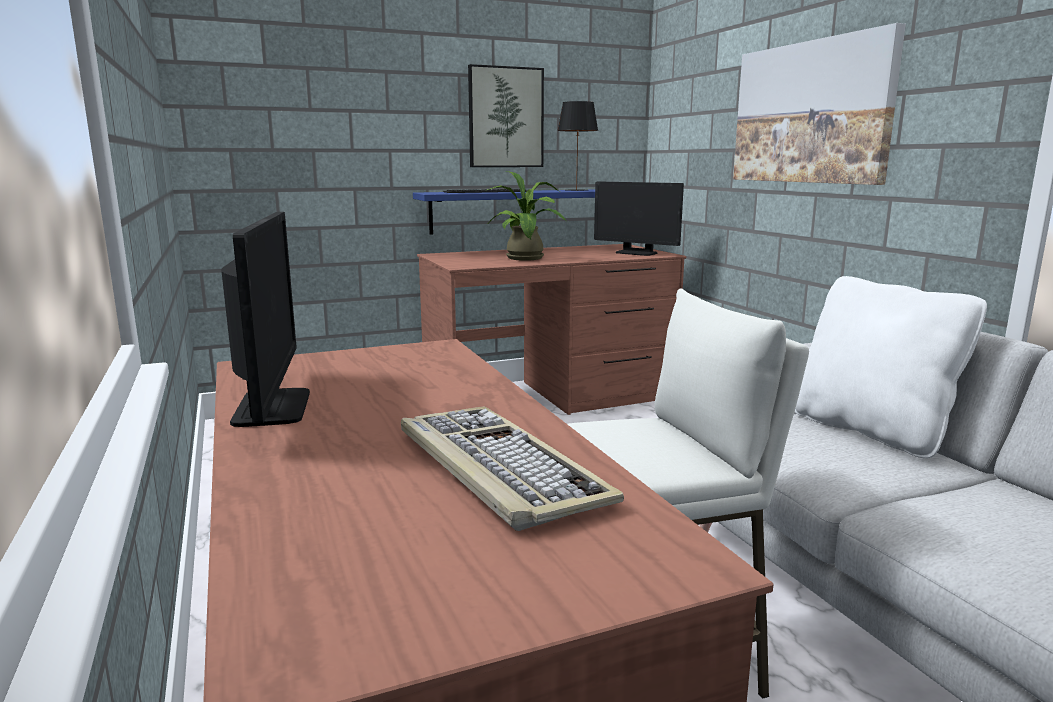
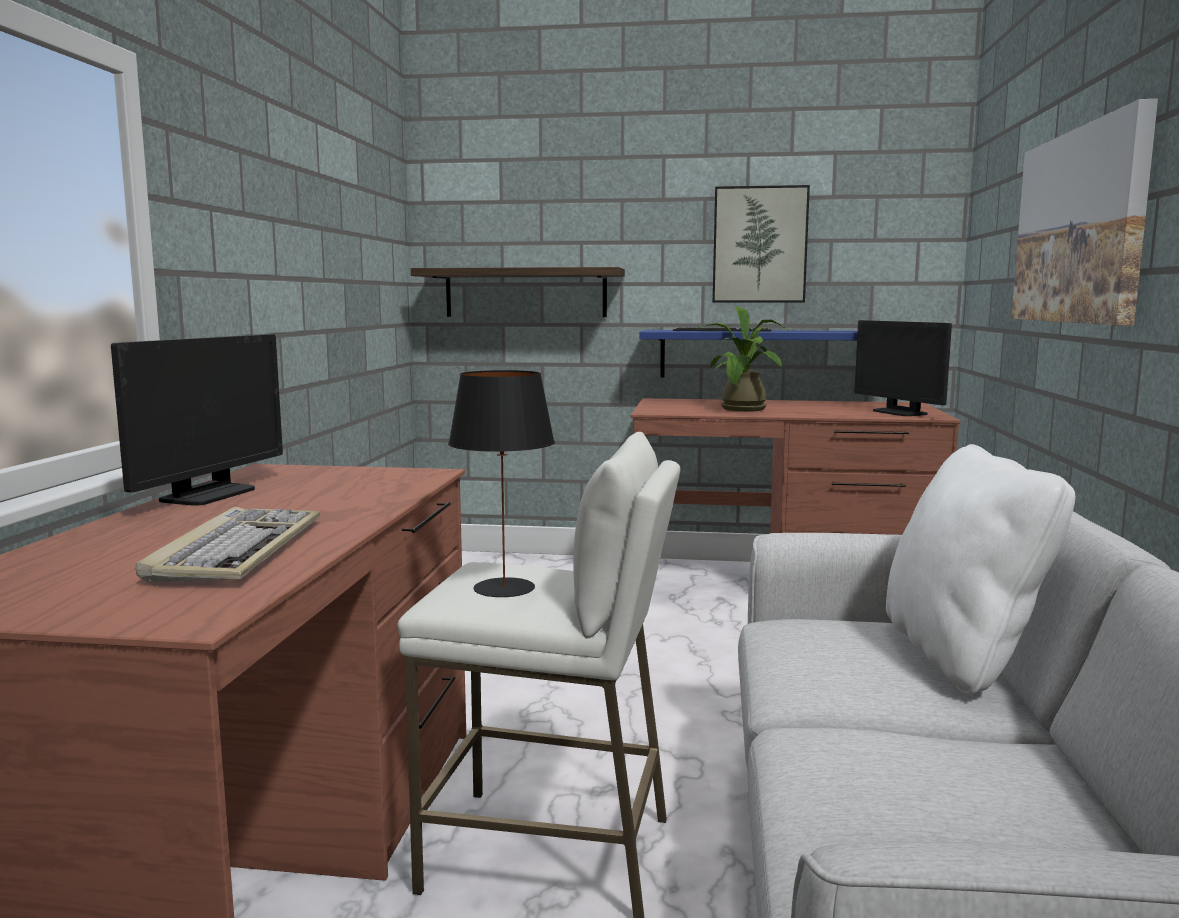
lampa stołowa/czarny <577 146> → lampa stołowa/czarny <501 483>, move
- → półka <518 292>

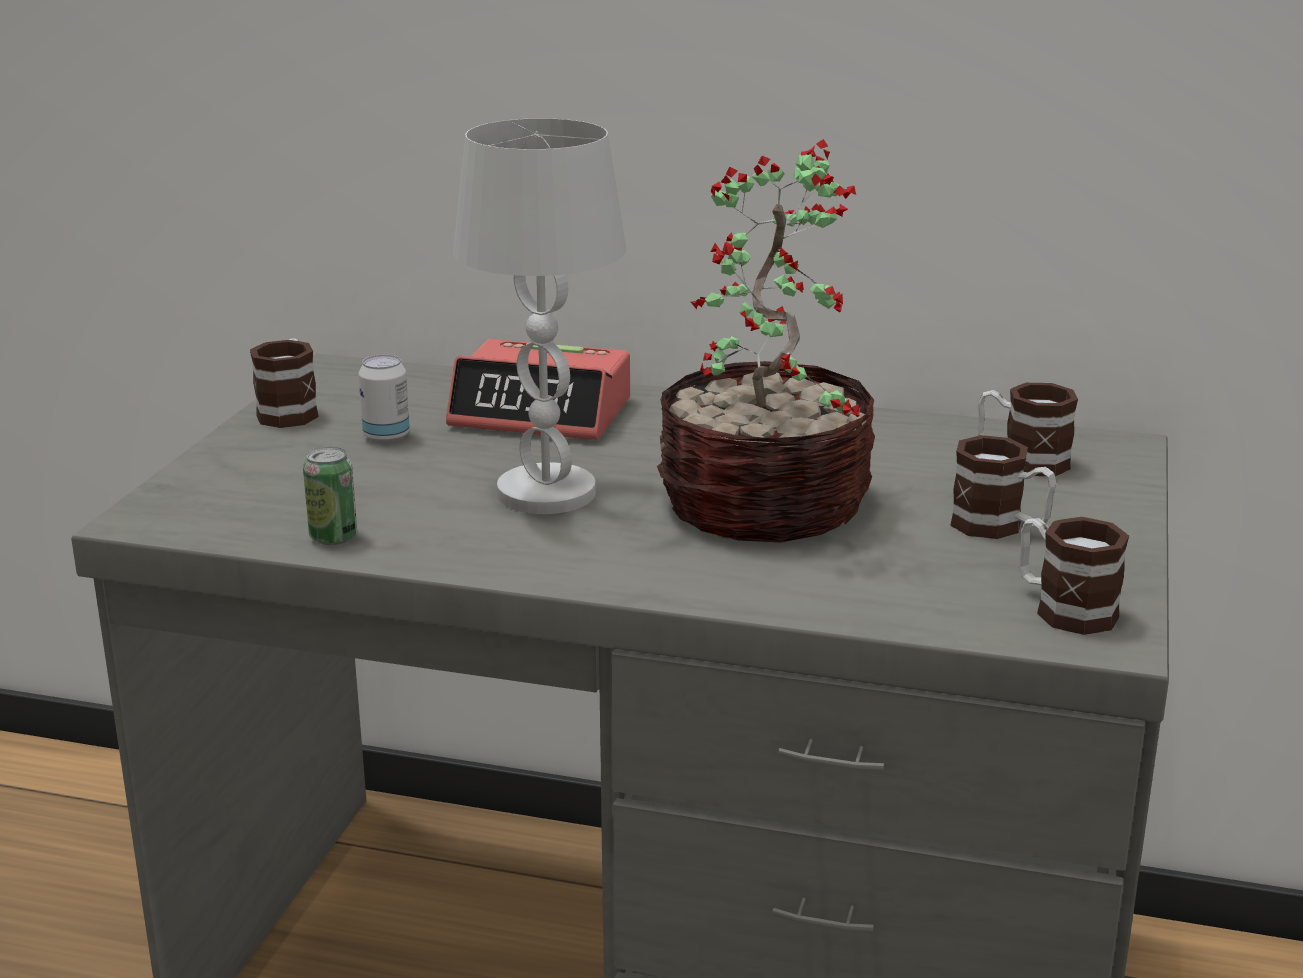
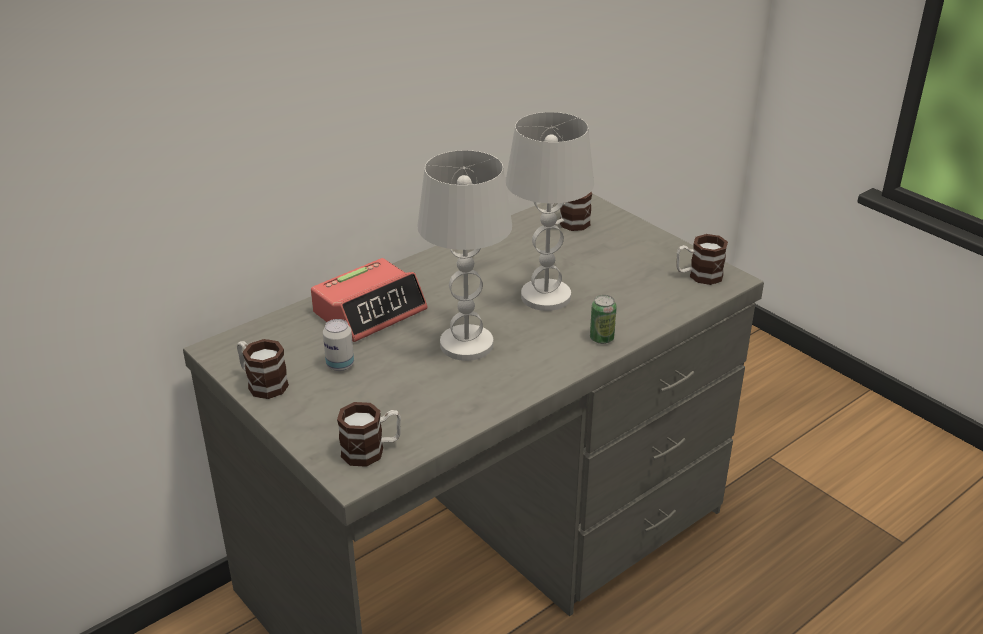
roślina doniczkowa <766 341> → lampa stołowa/biały <550 211>
kubek <1003 487> → kubek <369 434>, move
puszka <330 496> → puszka <603 319>, move

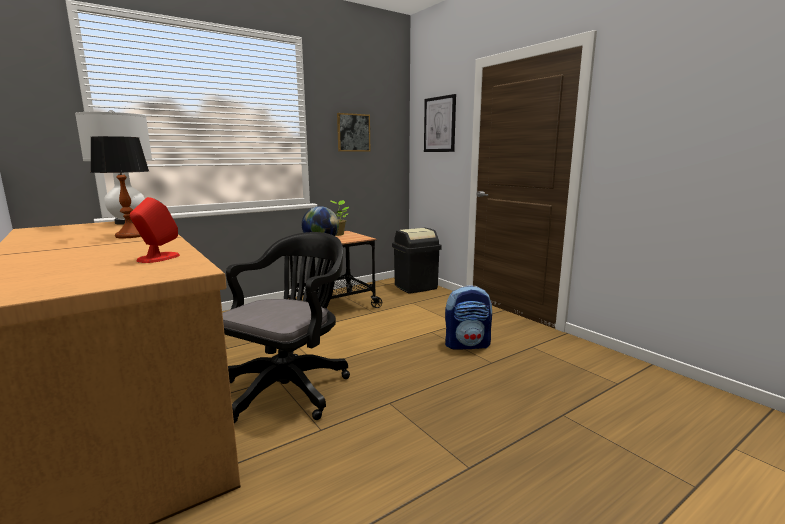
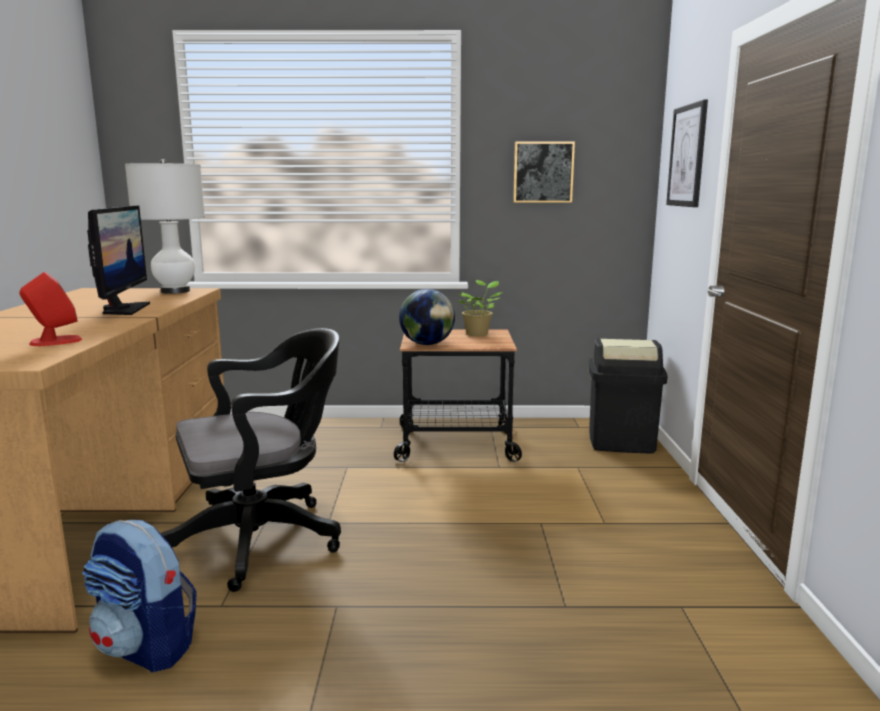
lampa stołowa <120 187> → monitor <118 260>
plecak <468 317> → plecak <139 596>, move

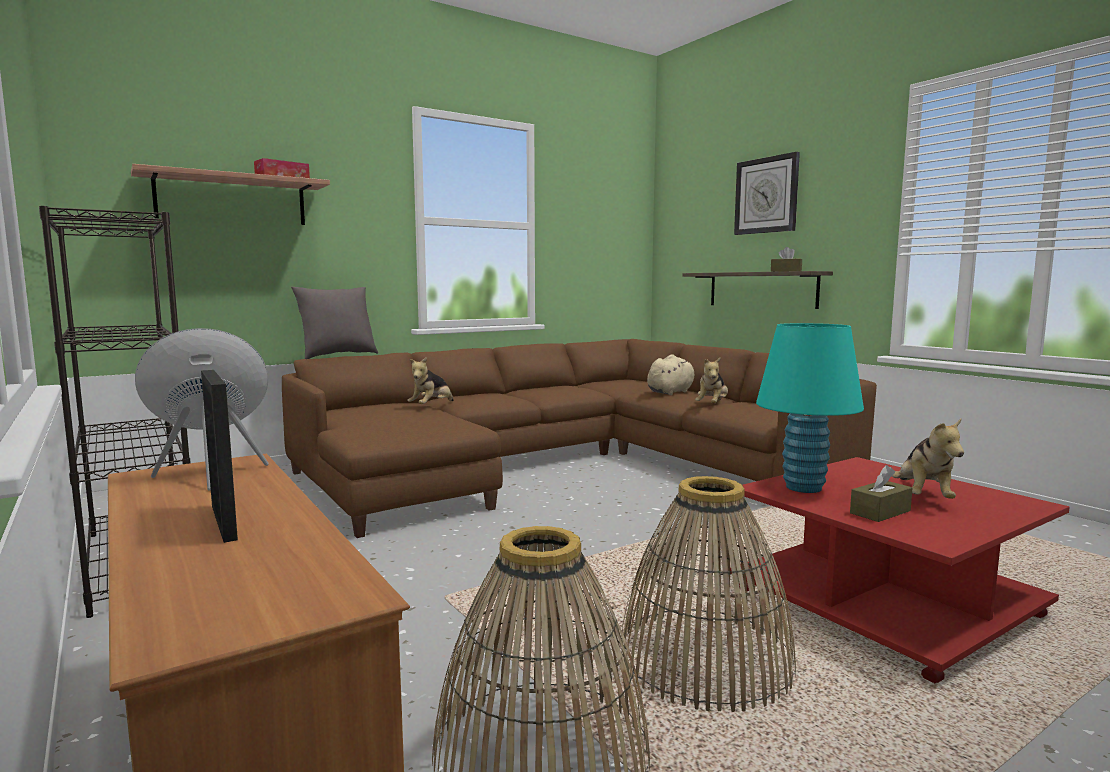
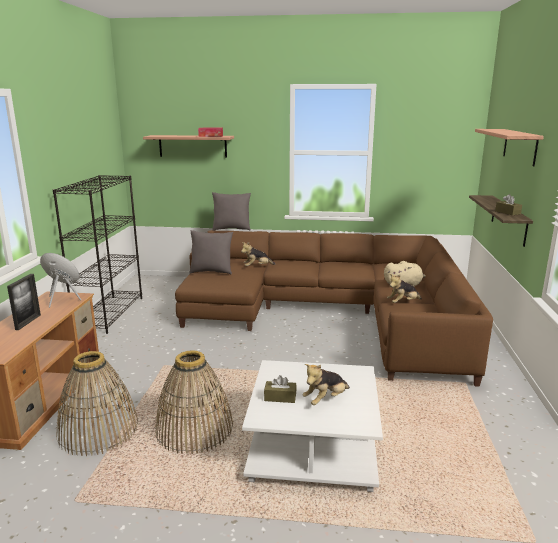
zegar ścienny <767 193> → półka <509 147>
lampa stołowa/turkusowy <810 408> → -
ława/czerwony <900 570> → ława/biały <312 426>
- → poduszka/szary <211 252>

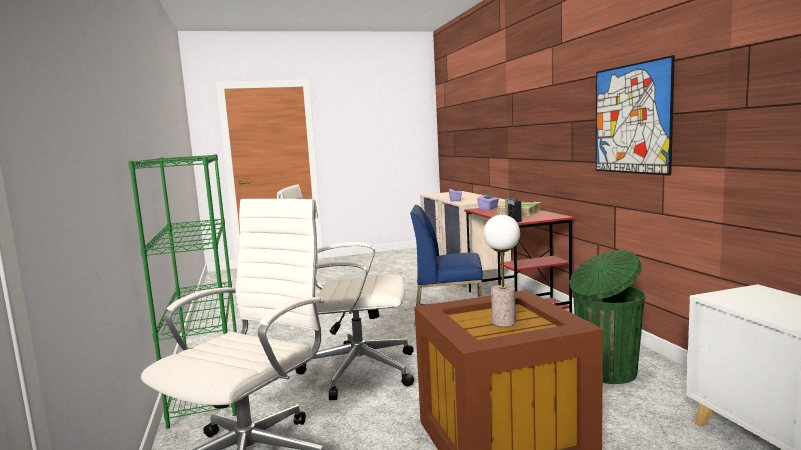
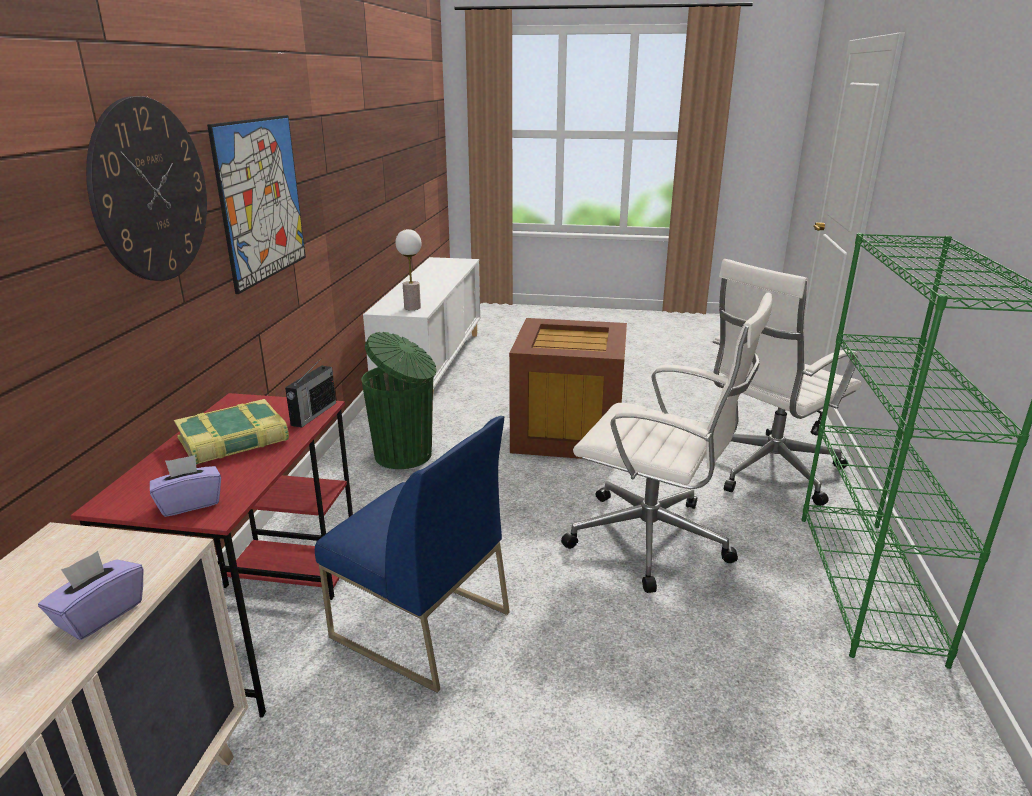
lampa stołowa <502 271> → lampa stołowa <408 269>, move
- → zegar ścienny <146 188>

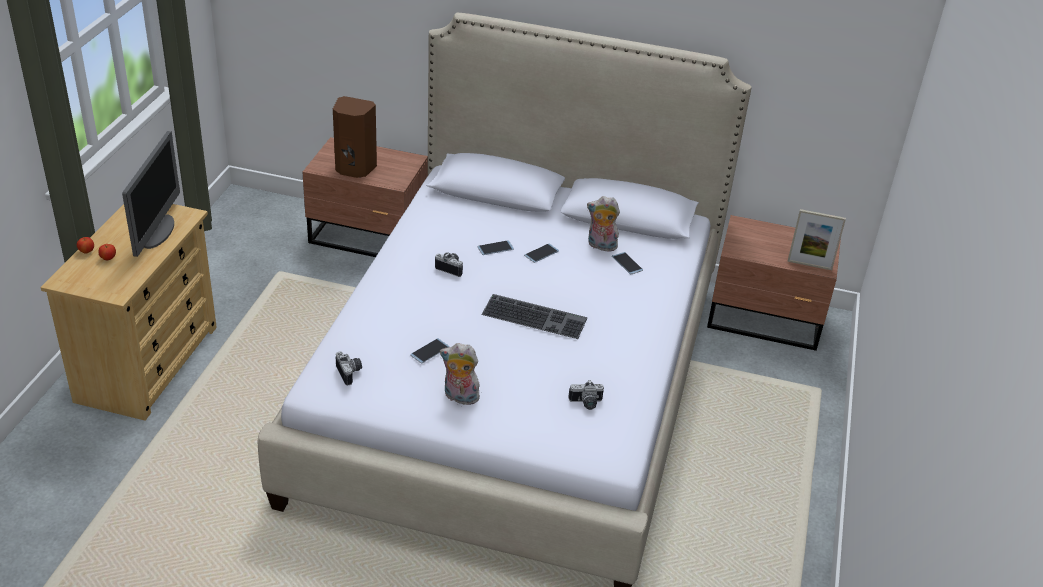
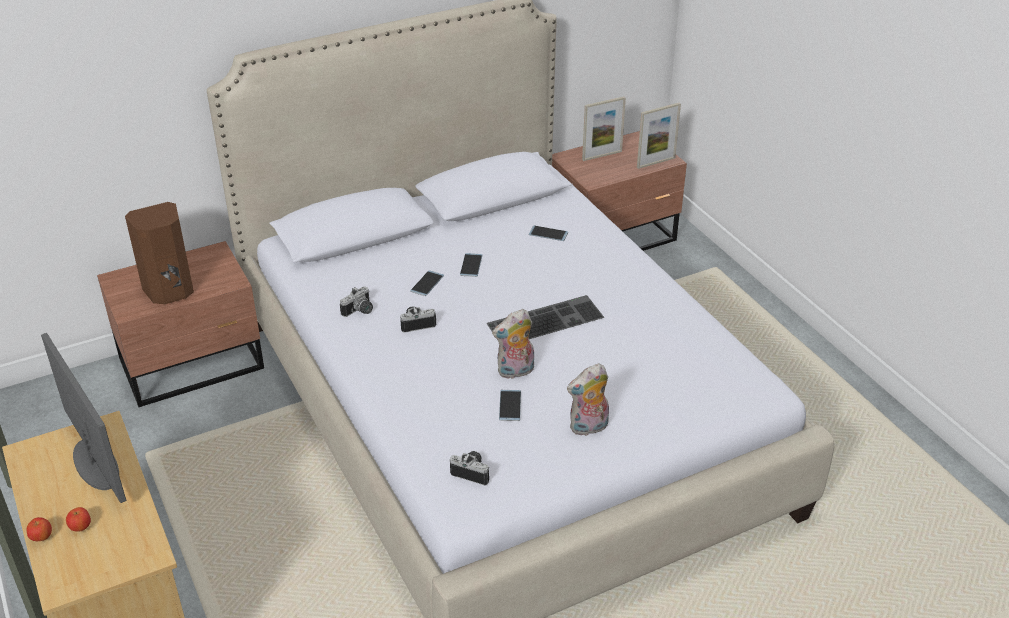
pluszak <603 223> → pluszak <513 344>, move
aparat fotograficzny <586 395> → aparat fotograficzny <356 301>, move
- → ramka na zdjęcie <604 128>

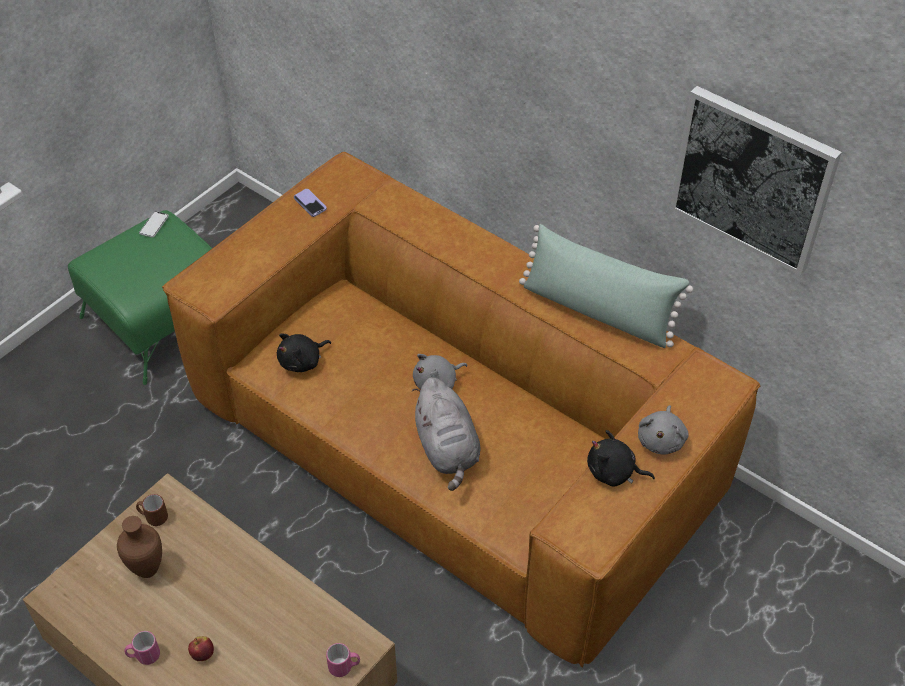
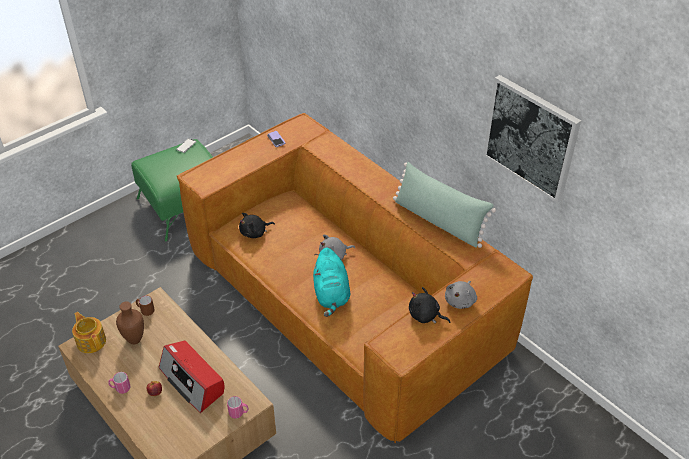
pluszak/szary <446 434> → pluszak/turkusowy <331 282>
- → imbryk <89 332>
- → radio <191 376>

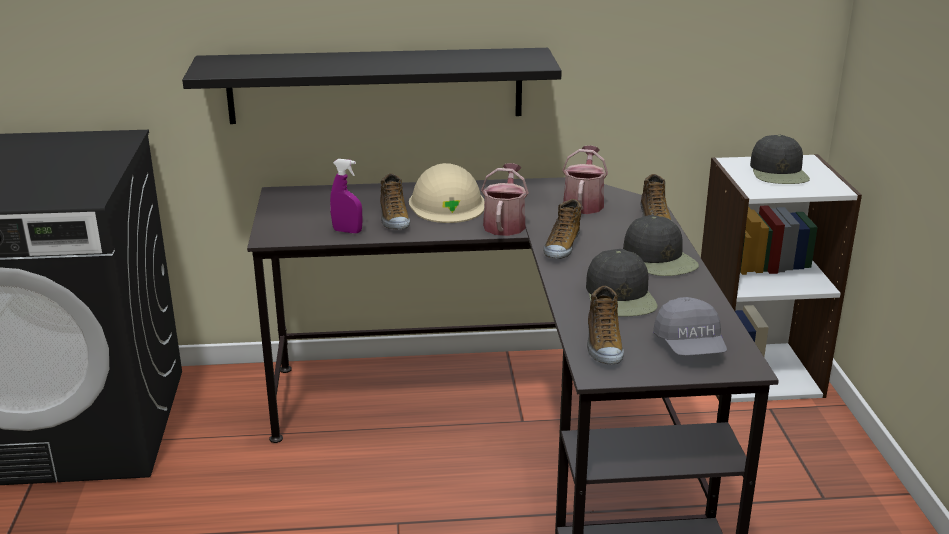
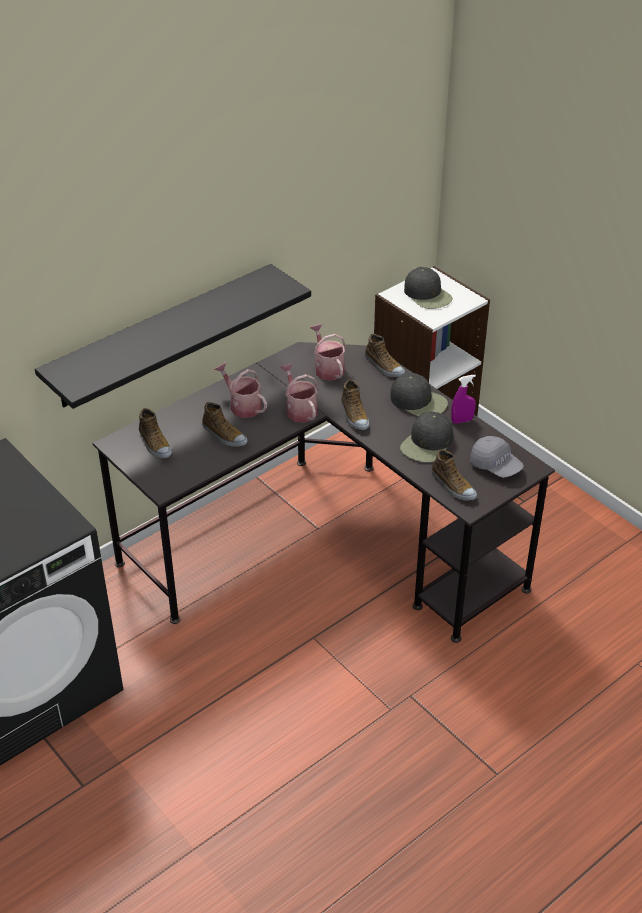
spryskiwacz/fioletowy <346 196> → spryskiwacz/fioletowy <463 399>, move
kask/beżowy <447 193> → konewka <240 390>
czapka z daszkiem/czarny <622 282> → czapka z daszkiem/czarny <426 436>, 75 degrees clockwise
- → but <155 433>

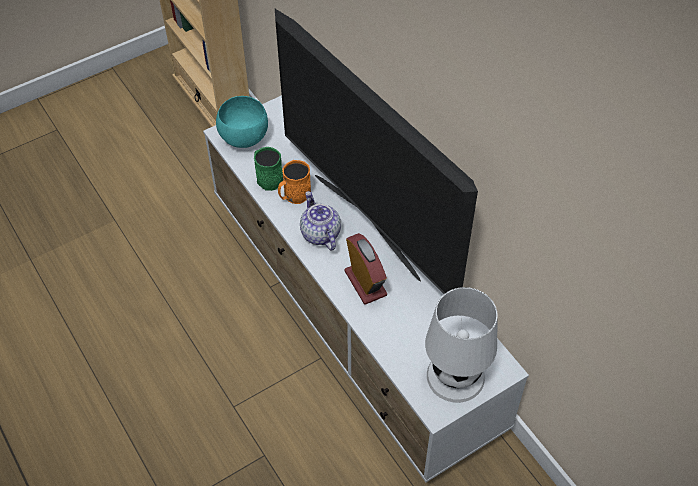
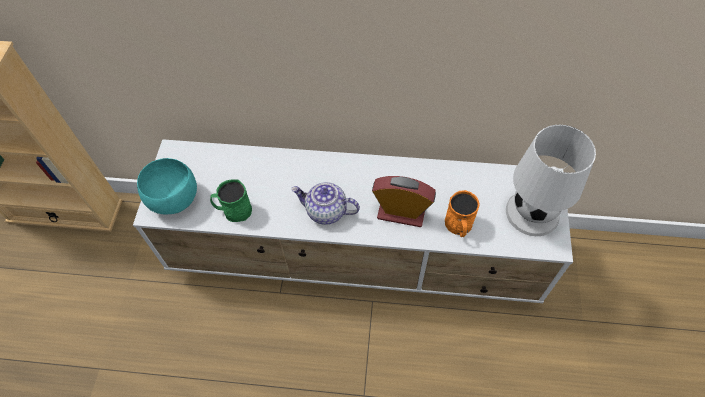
telewizor <376 151> → -
kubek/pomarańczowy <294 182> → kubek/pomarańczowy <462 213>, move

